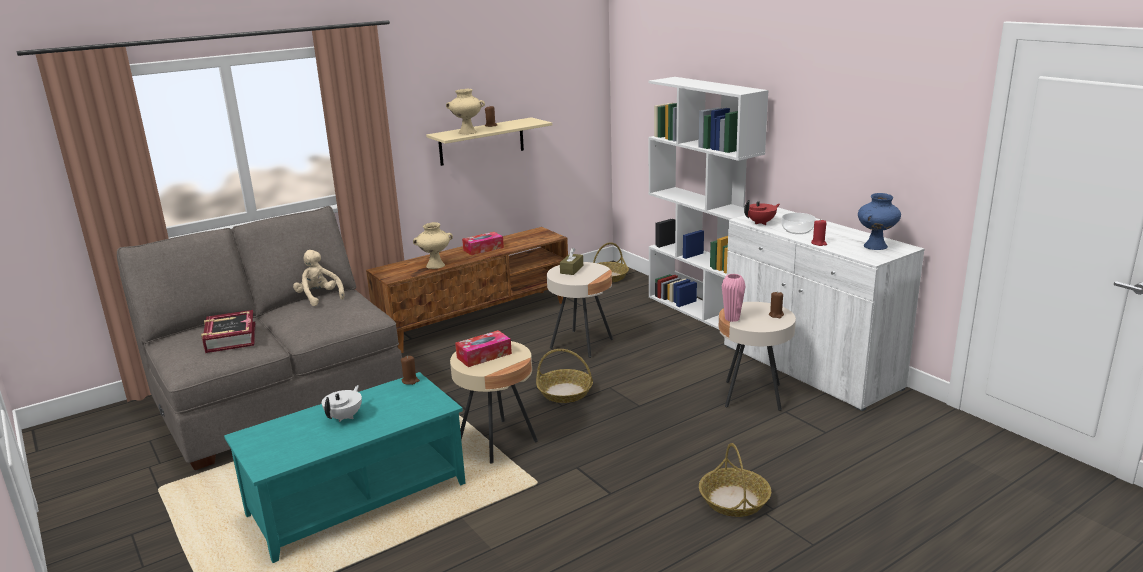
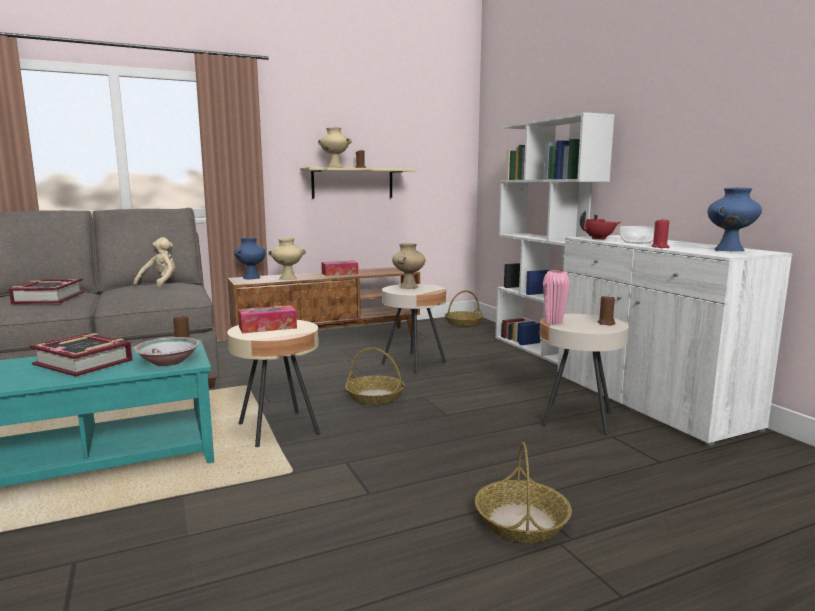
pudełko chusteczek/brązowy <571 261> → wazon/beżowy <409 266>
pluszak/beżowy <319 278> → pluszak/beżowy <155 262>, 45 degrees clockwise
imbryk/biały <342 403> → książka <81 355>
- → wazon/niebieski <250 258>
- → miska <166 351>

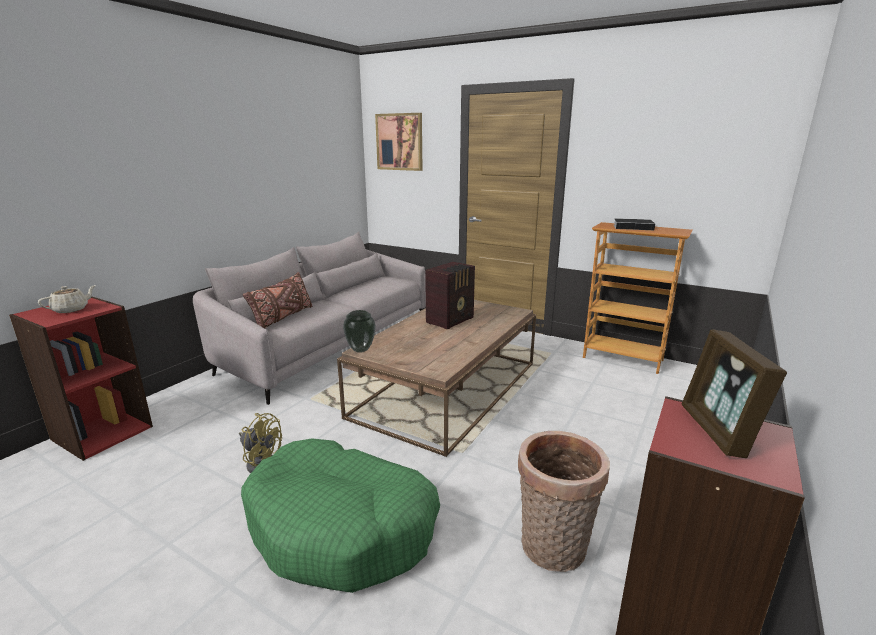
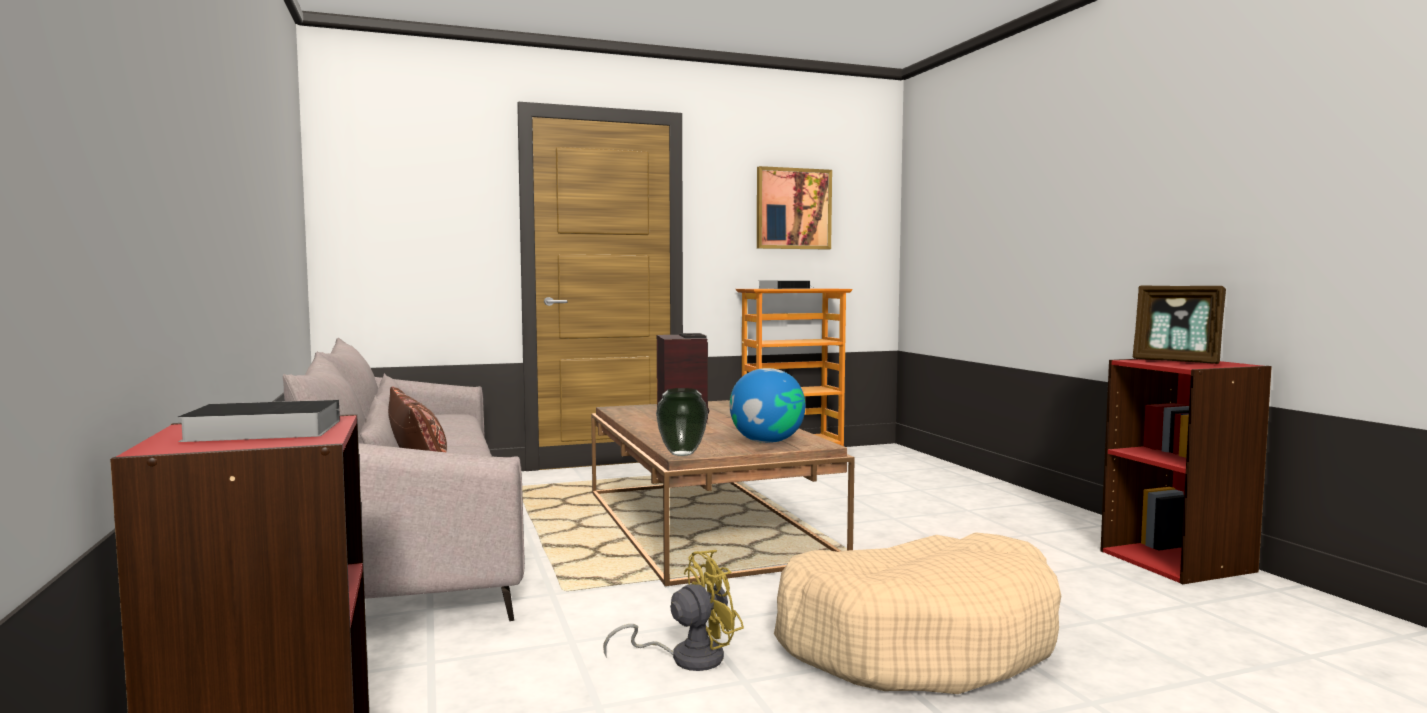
obraz <398 142> → obraz <794 207>, move
imbryk/beżowy <67 299> → książka <258 421>
koszyk <564 501> → -
legowisko/zielony <340 516> → legowisko/beżowy <917 613>
- → globus <767 405>

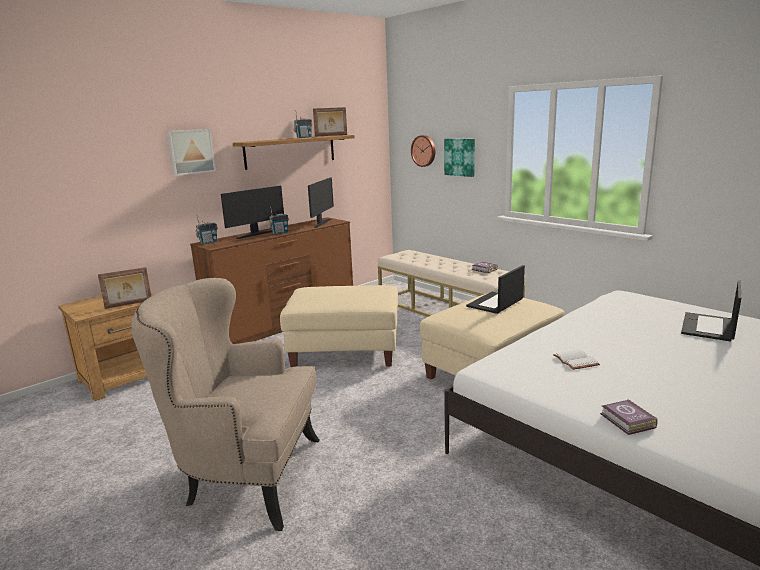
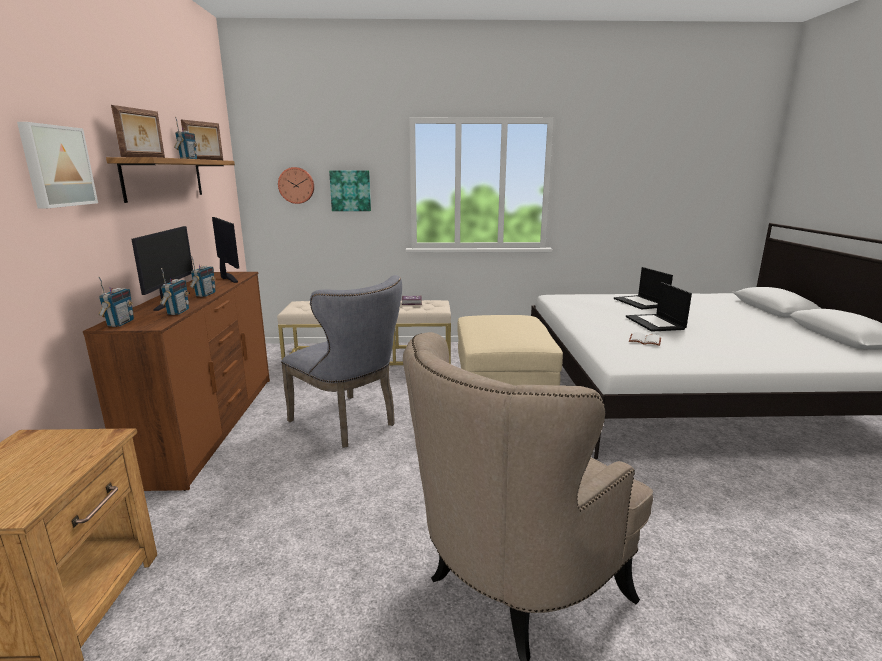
laptop <495 289> → laptop <659 307>, move
ramka na zdjęcie <124 288> → ramka na zdjęcie <138 131>, move
pufa/beżowy <339 326> → krzesło/szary <341 361>
książka <629 417> → -
- → radio <174 291>

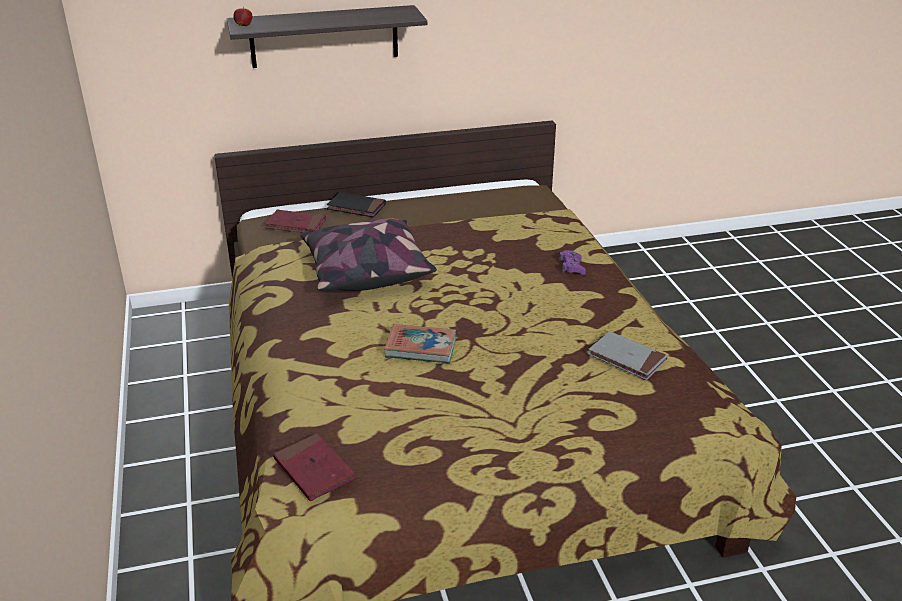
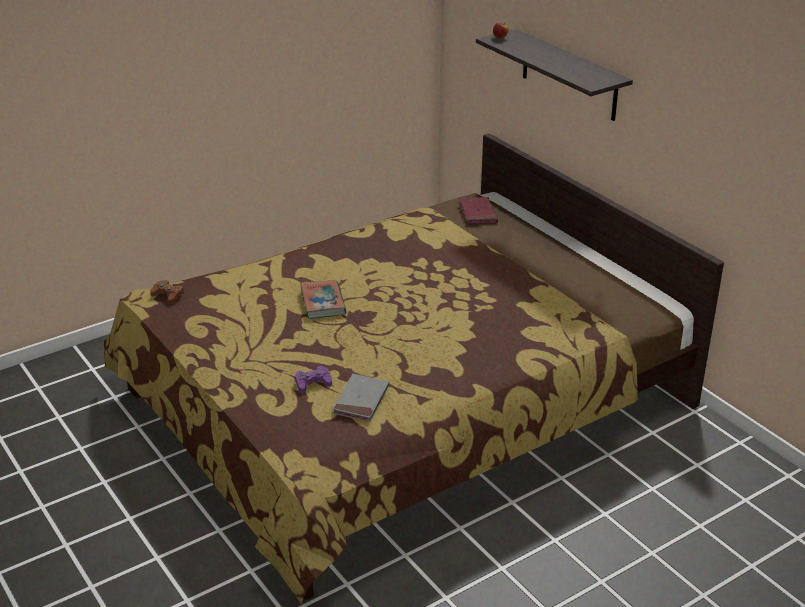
książka/czarny <356 204> → -
poduszka <368 255> → -
pad do gier/fioletowy <572 262> → pad do gier/fioletowy <313 379>, move
książka/czerwony <314 467> → pad do gier/brązowy <167 292>

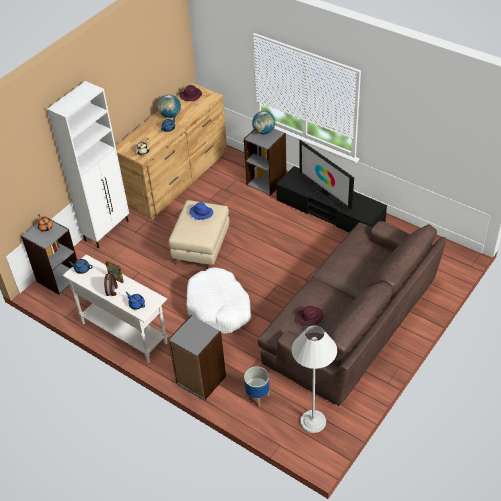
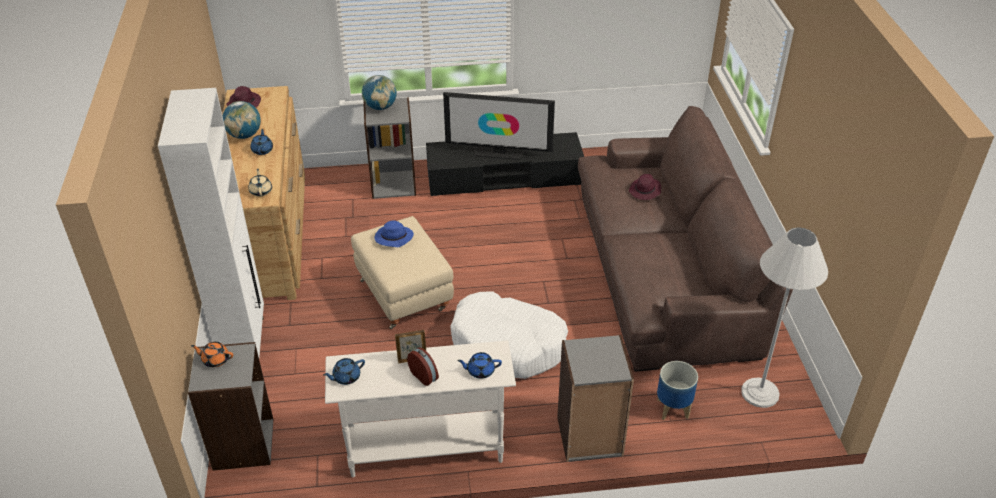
kapelusz/fioletowy <310 316> → kapelusz/fioletowy <645 187>, move

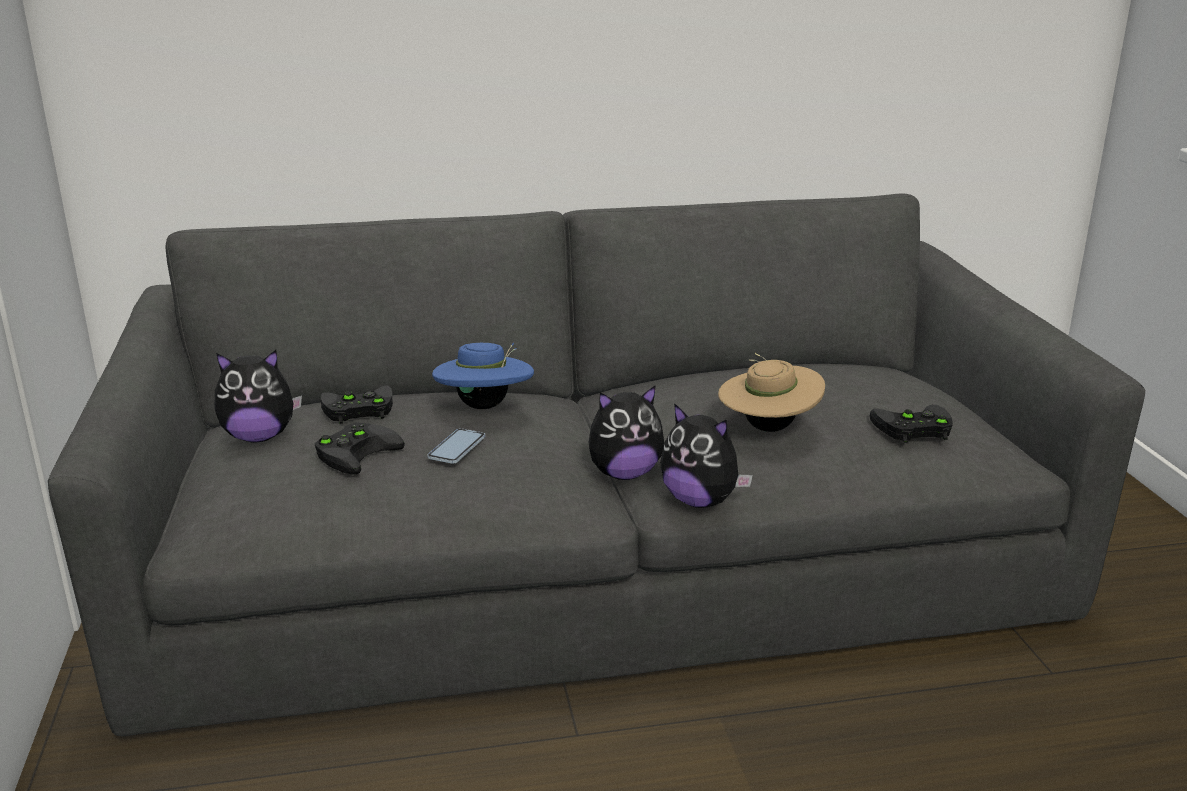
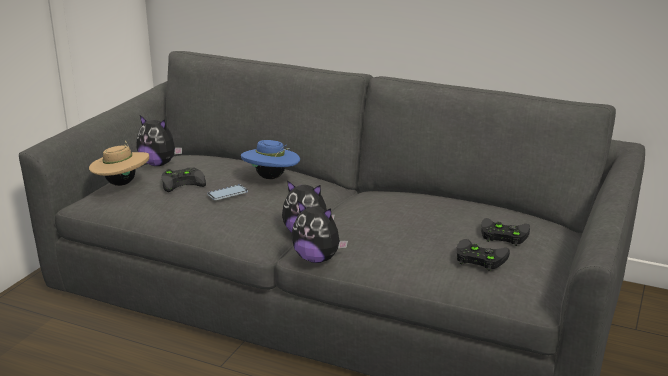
kapelusz/beżowy <771 392> → kapelusz/beżowy <119 163>, move
pad do gier/czarny <357 404> → pad do gier/czarny <505 232>, move
pluszak <706 455> → pluszak <319 232>, 45 degrees counterclockwise

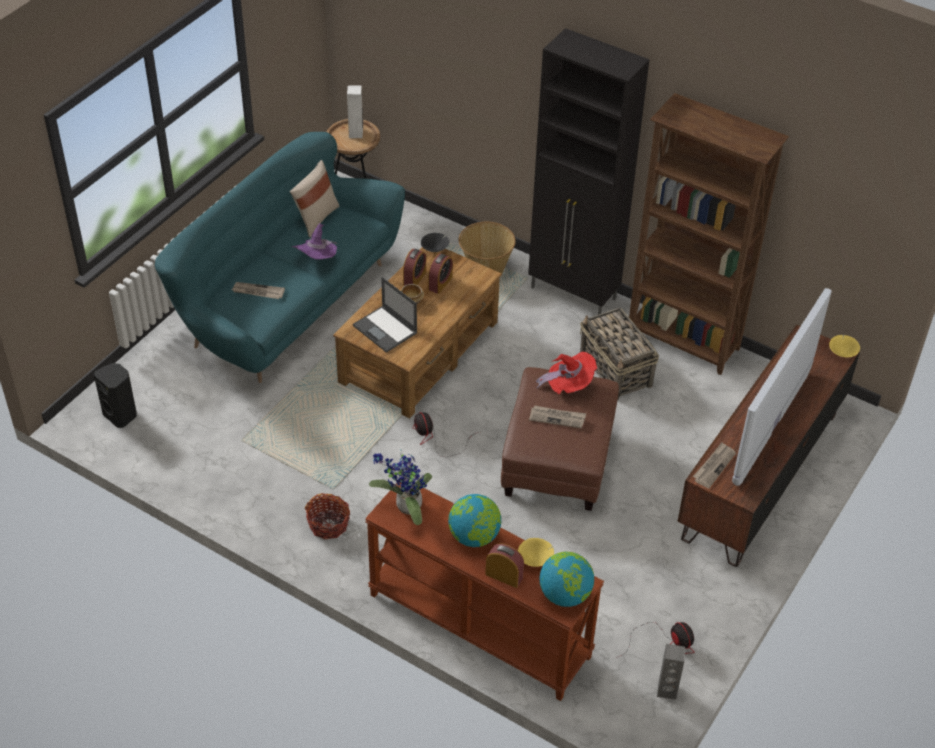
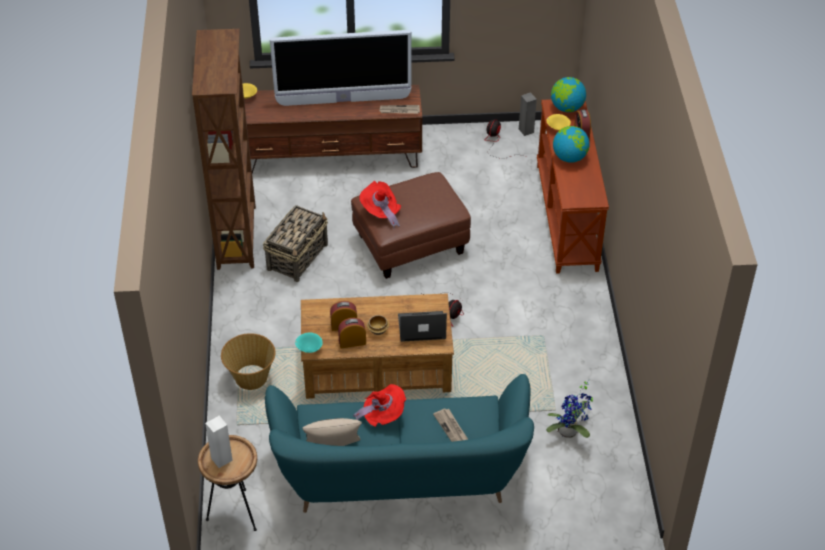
szafka/czarny <589 171> → -
kapelusz/fioletowy <314 241> → kapelusz/czerwony <379 405>
miska/czarny <435 242> → miska/turkusowy <309 343>
laptop <385 315> → laptop <422 326>, 105 degrees counterclockwise
głośnik/czarny <115 395> → -
gazeta <557 416> → -
roślina doniczkowa <400 487> → roślina doniczkowa <569 409>, move
koszyk <327 516> → -

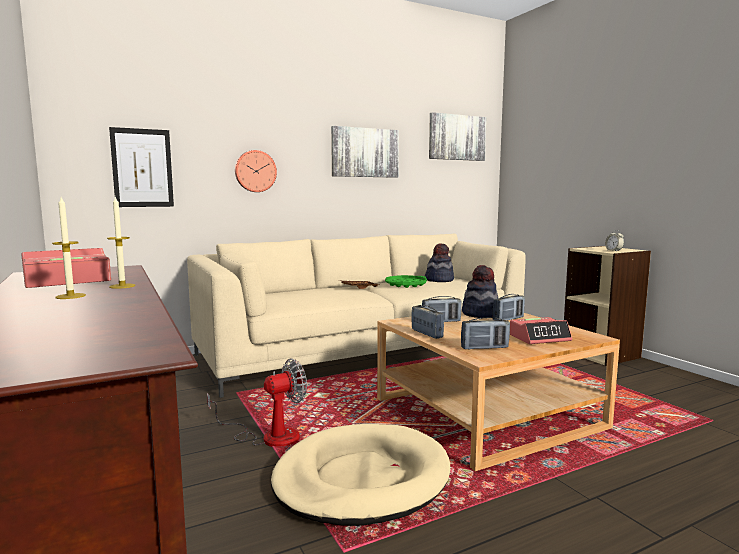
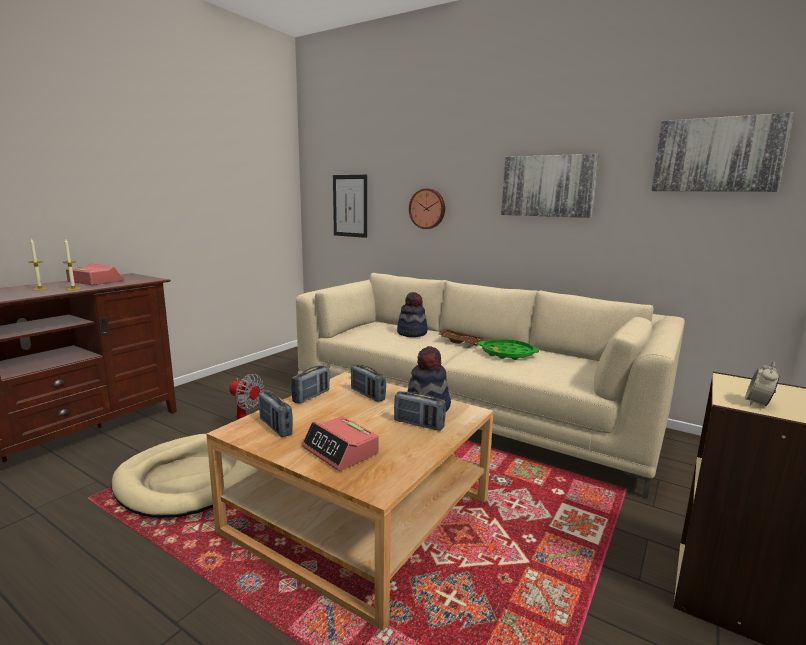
kapelusz <439 262> → kapelusz <412 314>, move

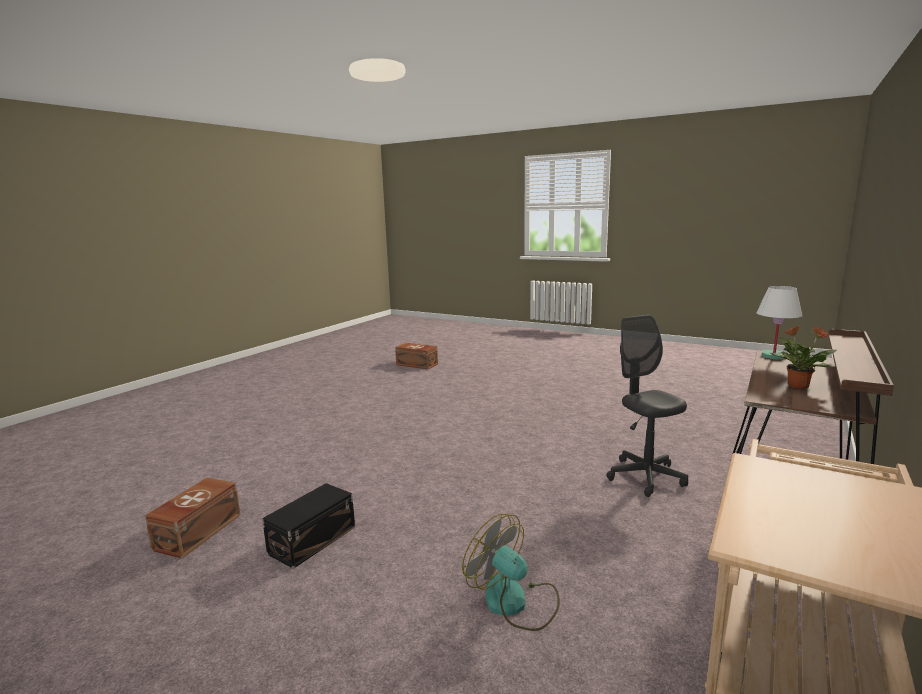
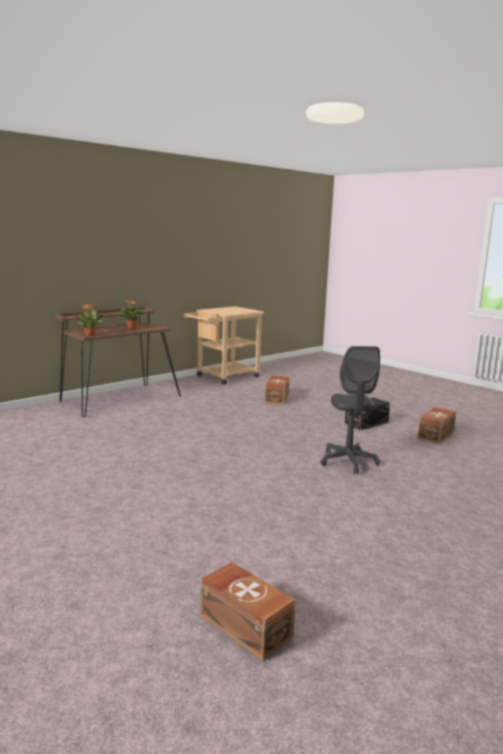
lampa stołowa/biały <779 323> → roślina doniczkowa <90 320>
krzesło biurowe/szary <647 406> → krzesło biurowe/szary <350 410>, move
wentylator <511 572> → pojemnik do przechowywania/brązowy <277 390>

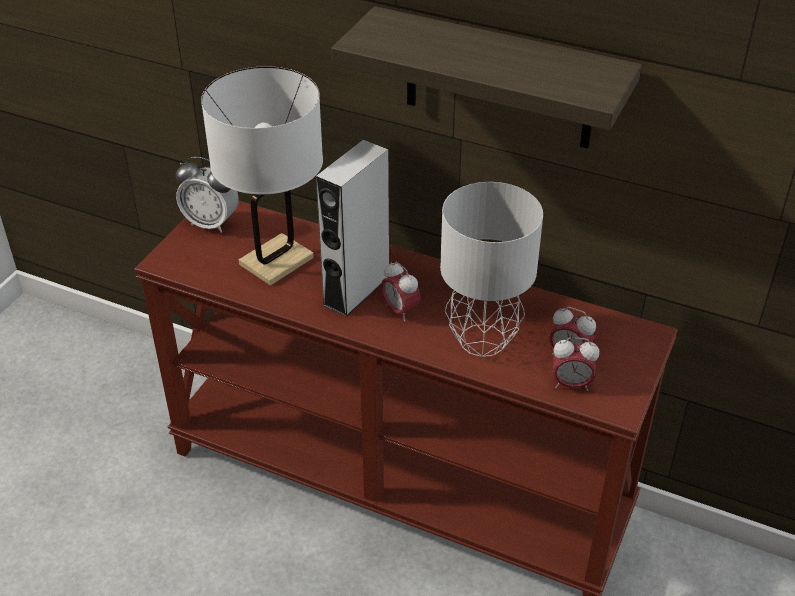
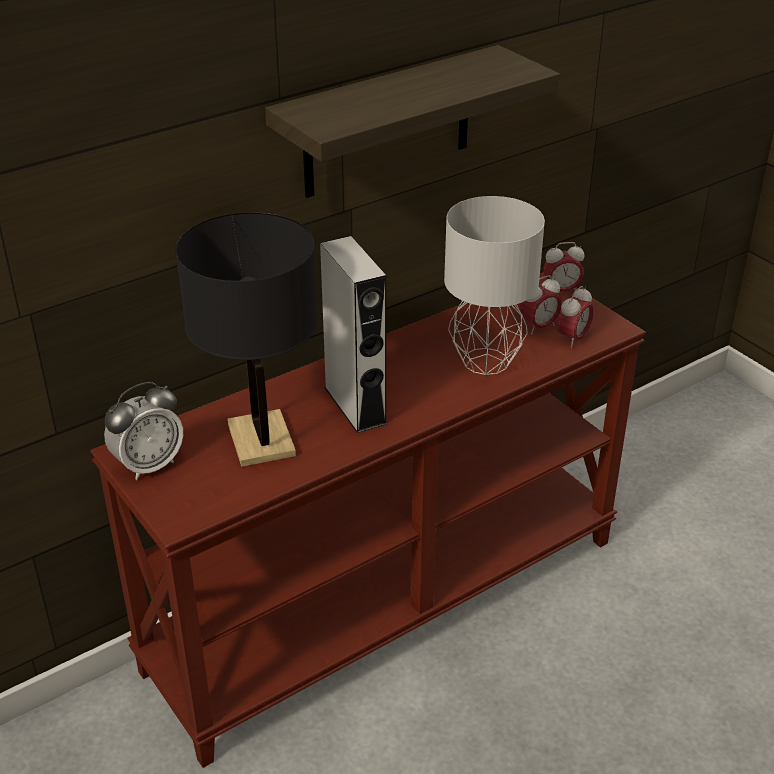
lampa stołowa/biały <262 176> → lampa stołowa/czarny <246 339>
budzik <401 292> → budzik <564 267>, move

